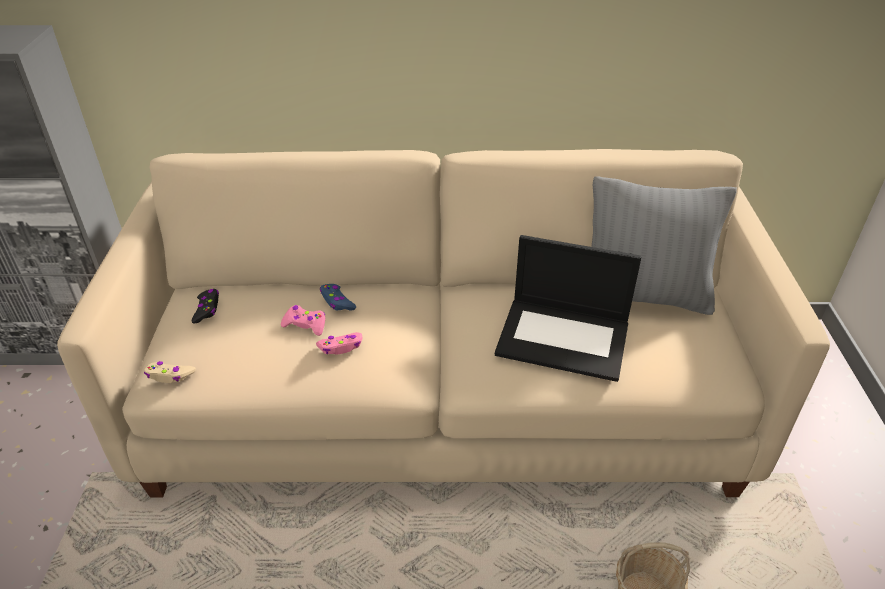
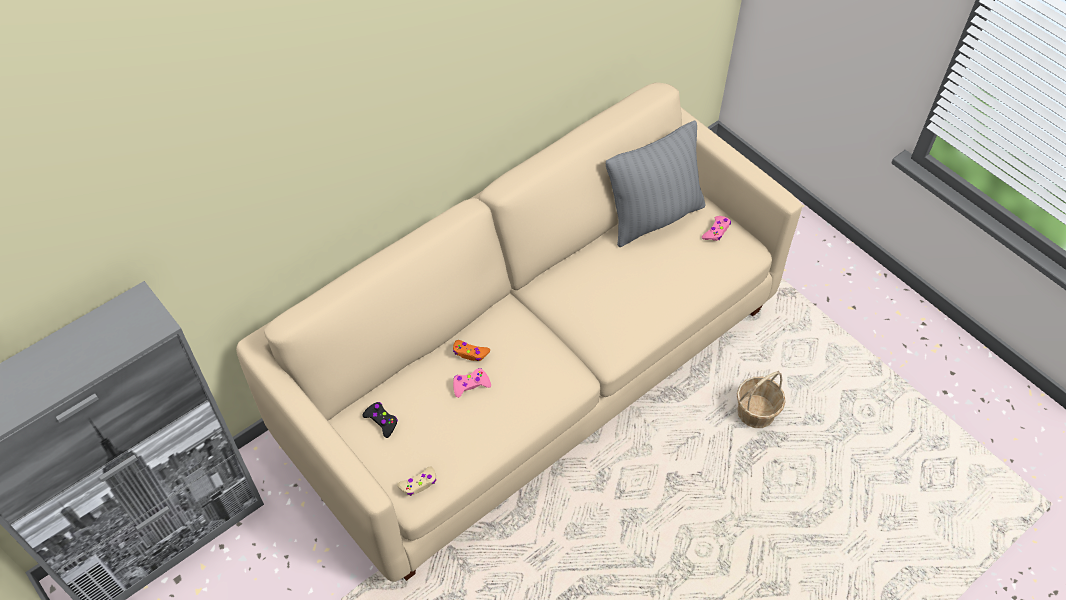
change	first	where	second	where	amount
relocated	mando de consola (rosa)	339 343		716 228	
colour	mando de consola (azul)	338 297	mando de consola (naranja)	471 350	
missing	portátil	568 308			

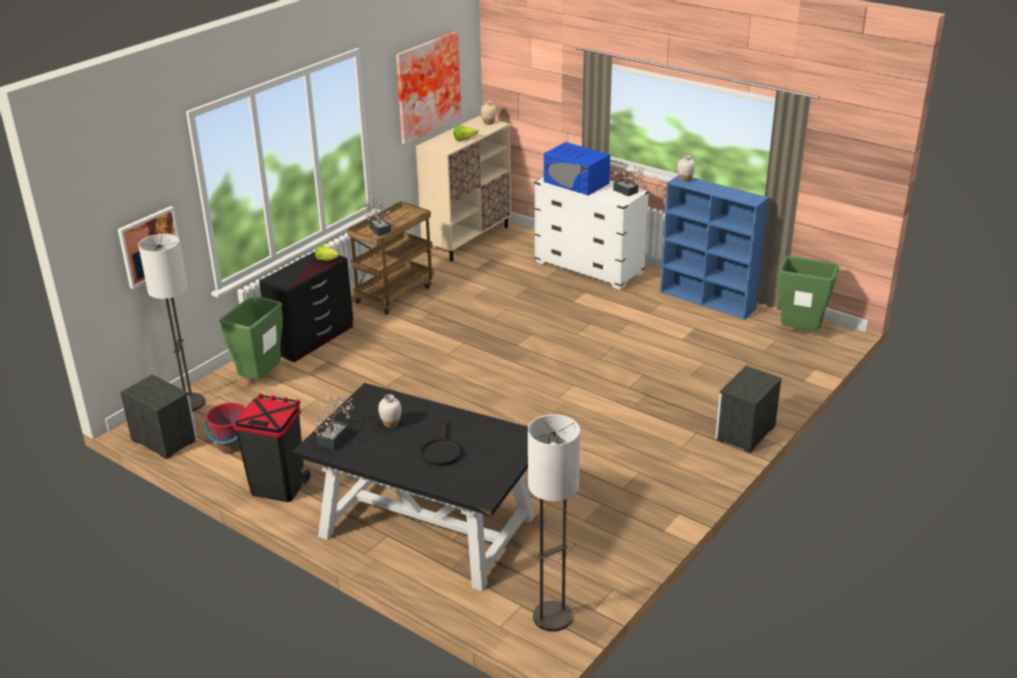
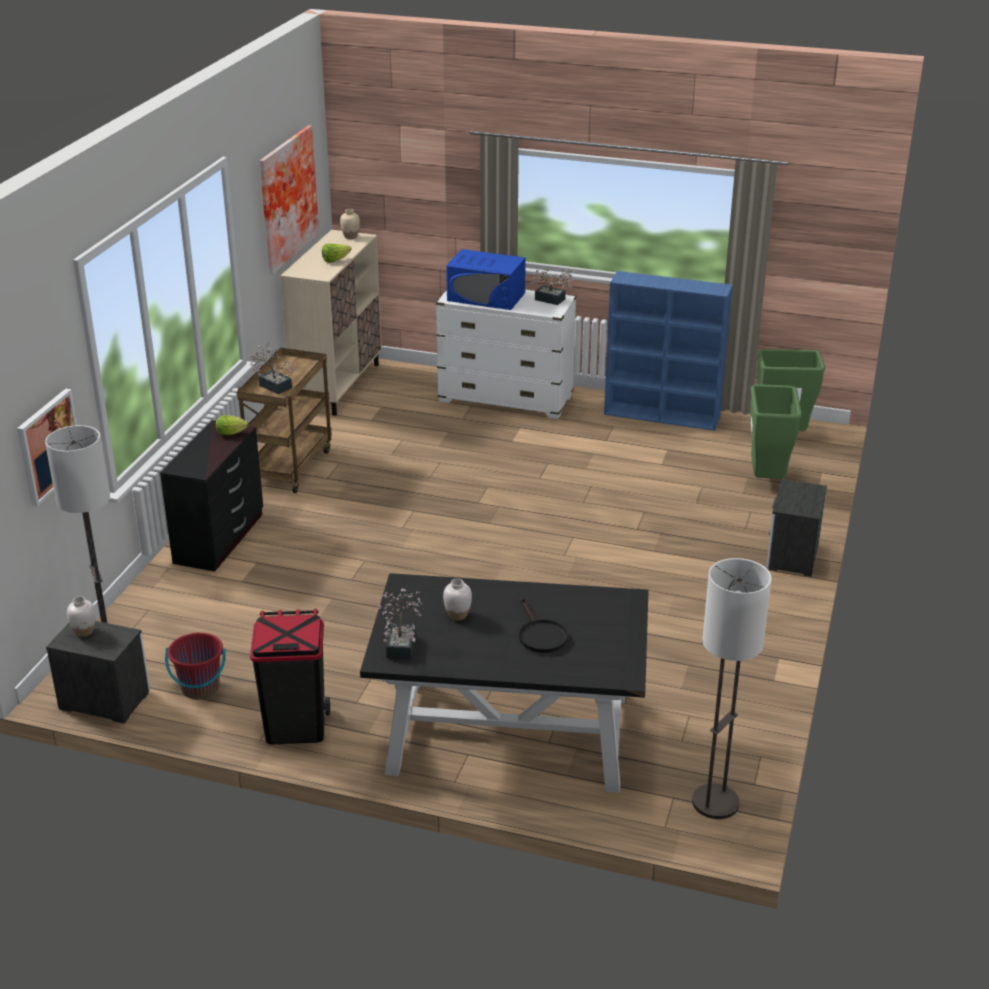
change	first	where	second	where	amount
relocated	papelera (verde)	251 338		776 431	
relocated	florero (blanco)	686 168		81 616	

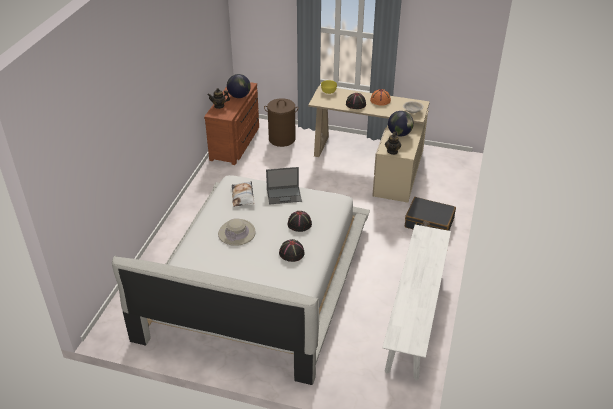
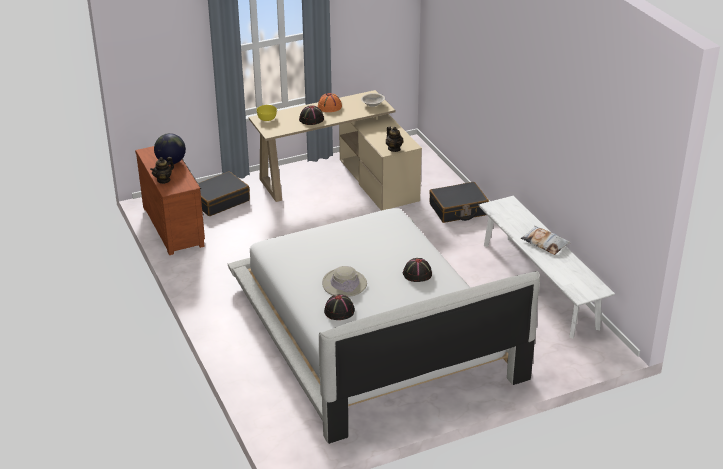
change	first	where	second	where	amount
relocated	cojín	243 194		546 240	
exchanged	cesto de la ropa (marrón)	281 122	maleta (negro)	224 193	
missing	portátil	284 185			
relocated	sombrero (negro)	300 221		339 307	
missing	globo terráqueo	401 124			

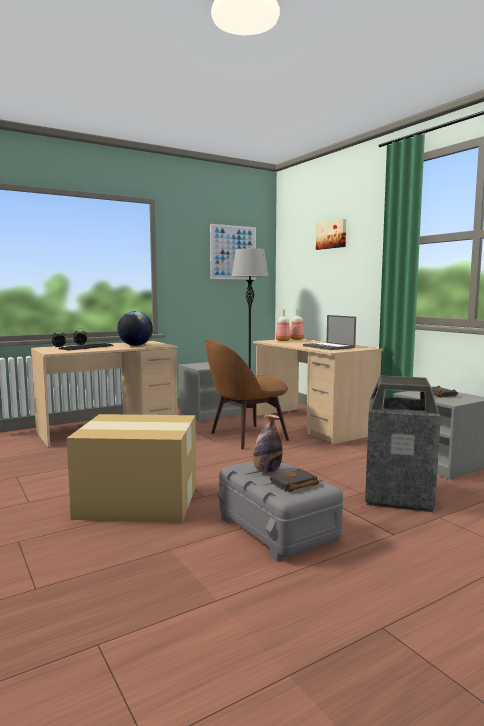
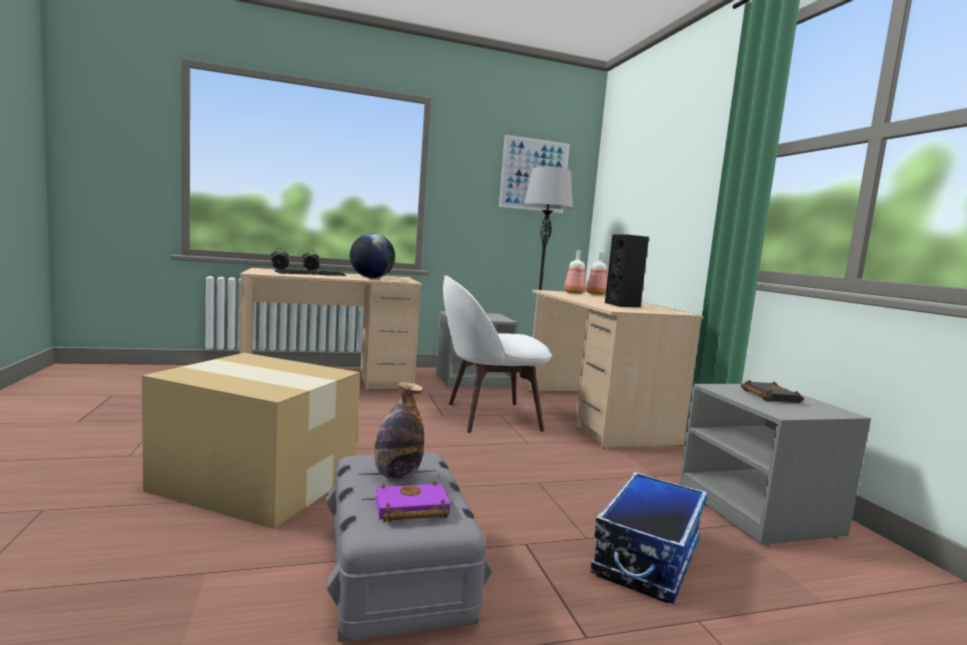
change	first	where	second	where	amount
colour	silla (marrón)	247 394	silla (blanco)	497 354	
colour	libro (negro)	294 480	libro (morado)	412 501	
exchanged	portátil	329 332	altavoz (negro)	627 270	
missing	cuadro	331 234			
exchanged	papelera	403 444	caja de almacenaje	648 538	

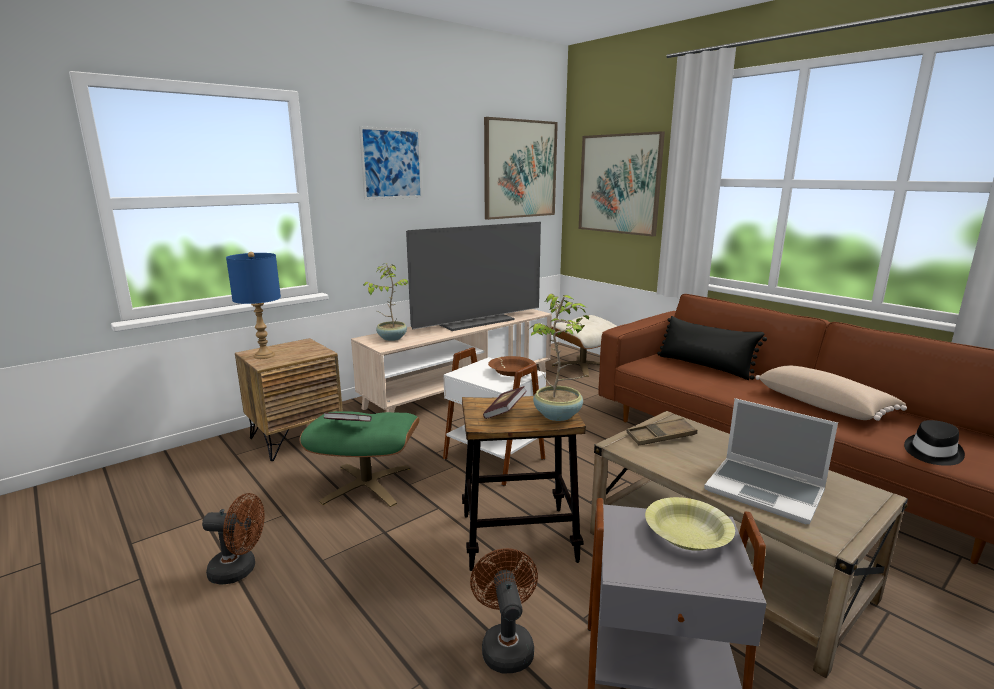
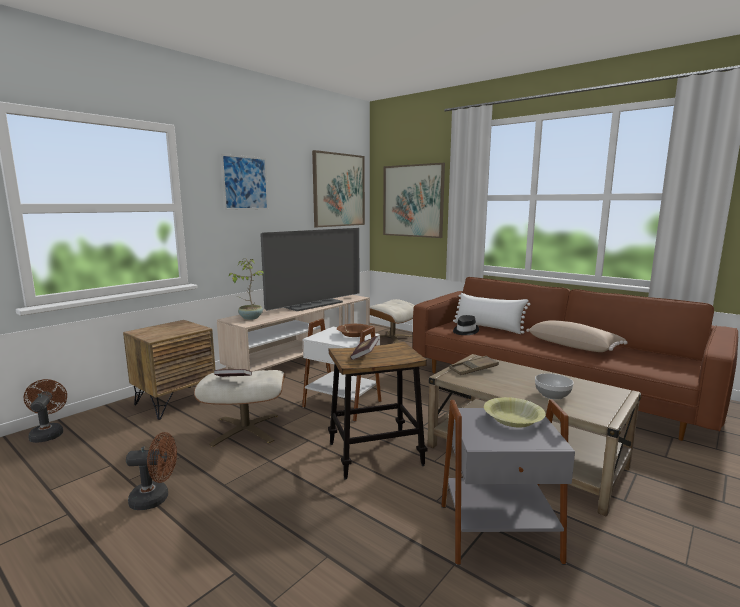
change	first	where	second	where	amount
missing	lámpara de mesa (azul)	253 305			
colour	puf (verde)	359 459	puf (beis)	240 408	
relocated	ventilador (marrón)	504 610		45 411	
missing	planta en maceta	560 357			
colour	cojín (negro)	712 348	cojín (blanco)	491 313	
exchanged	portátil	771 461	cuenco	554 386	
relocated	sombrero (negro)	934 443		466 325	

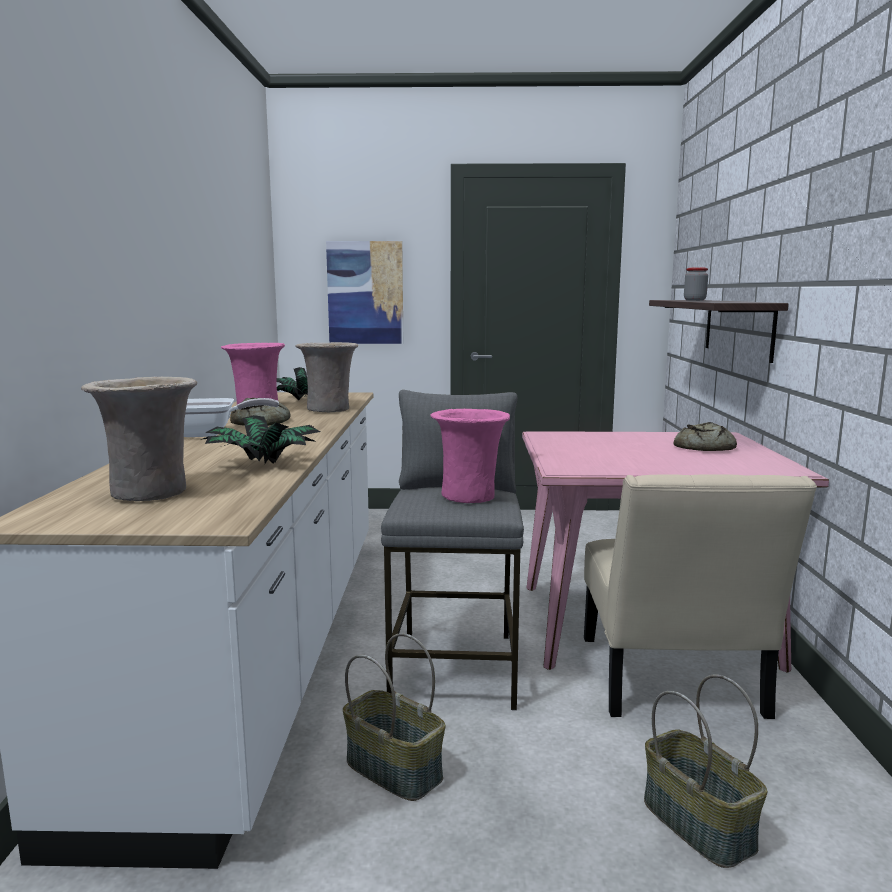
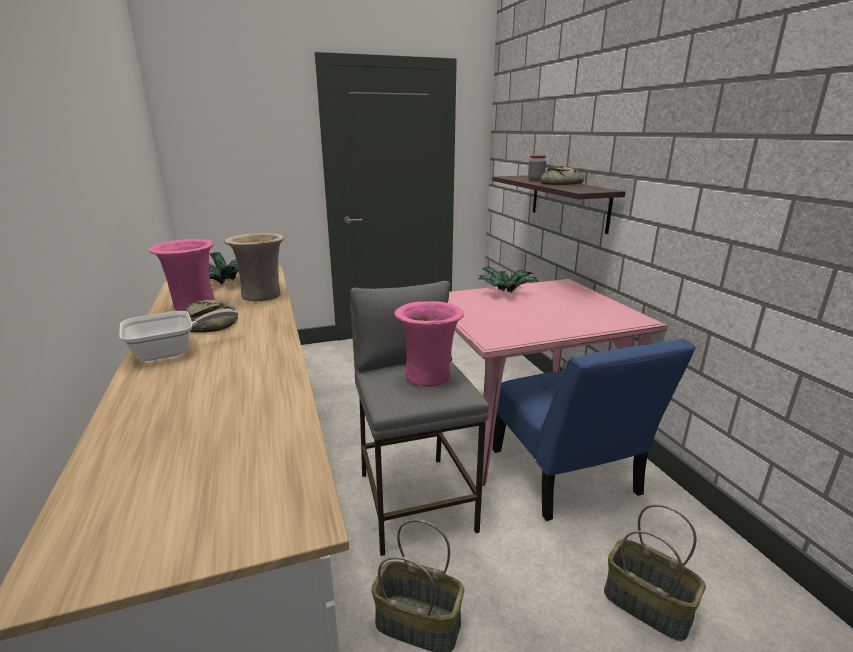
change	first	where	second	where	amount
missing	florero (beis)	139 439			
relocated	planta en maceta	260 439		509 280	
missing	cuadro	365 292			
colour	silla (beis)	700 596	silla (azul)	594 430	
relocated	pan	705 436		562 175	

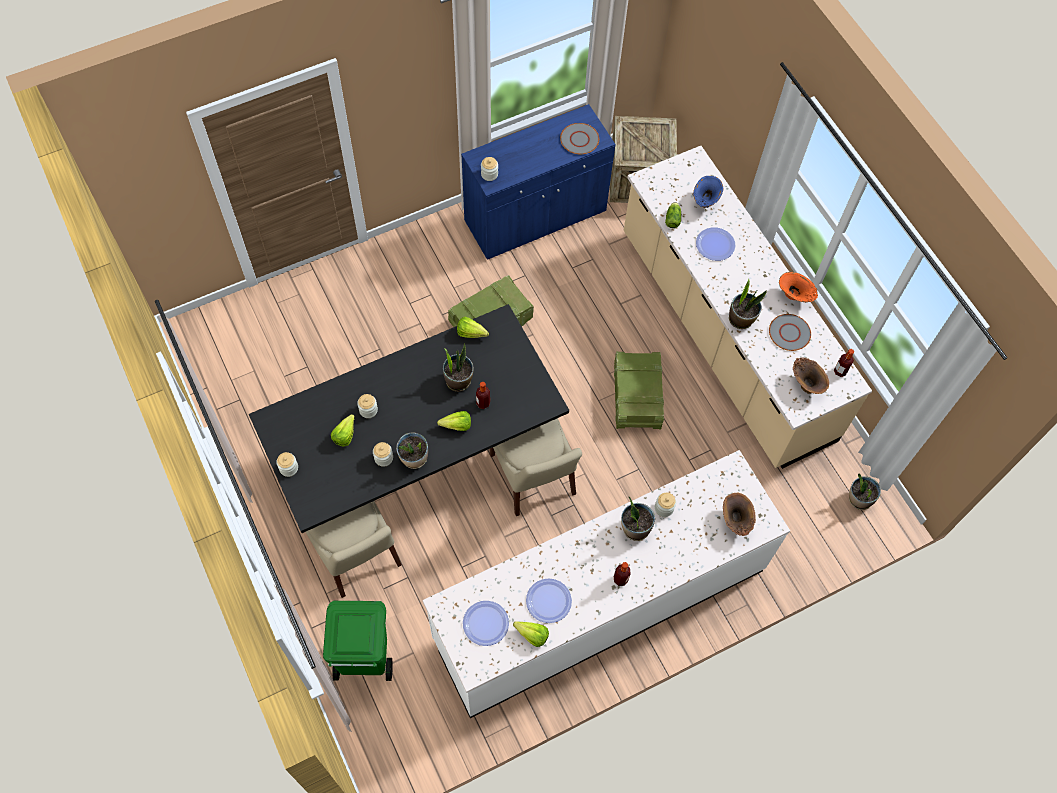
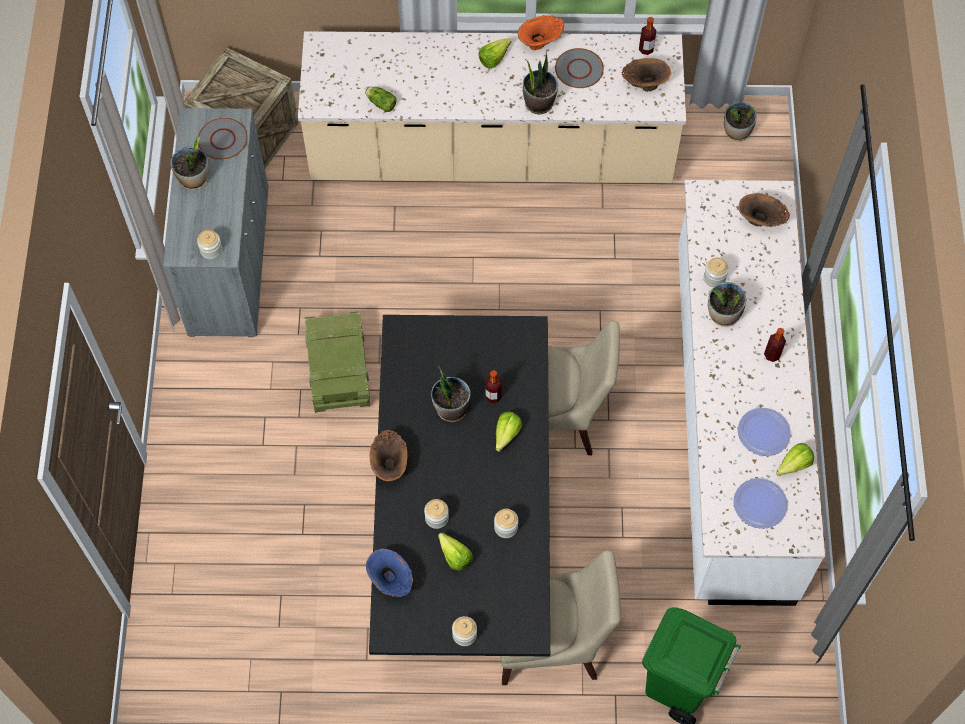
change	first	where	second	where	amount
relocated	planta en maceta	412 450		189 163	
relocated	lechuga	473 327		494 53	
colour	armario (azul)	538 182	armario (gris)	216 222	
missing	caja de embalaje	639 390			
relocated	florero (azul)	708 192		389 573	
missing	plato	715 244			
appeared			florero (marrón)	389 455	

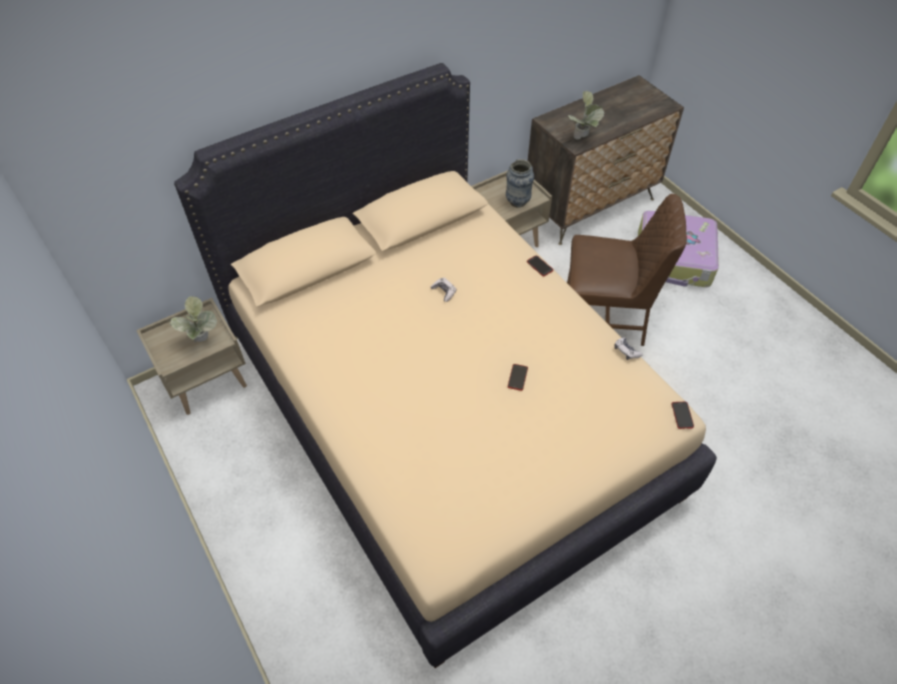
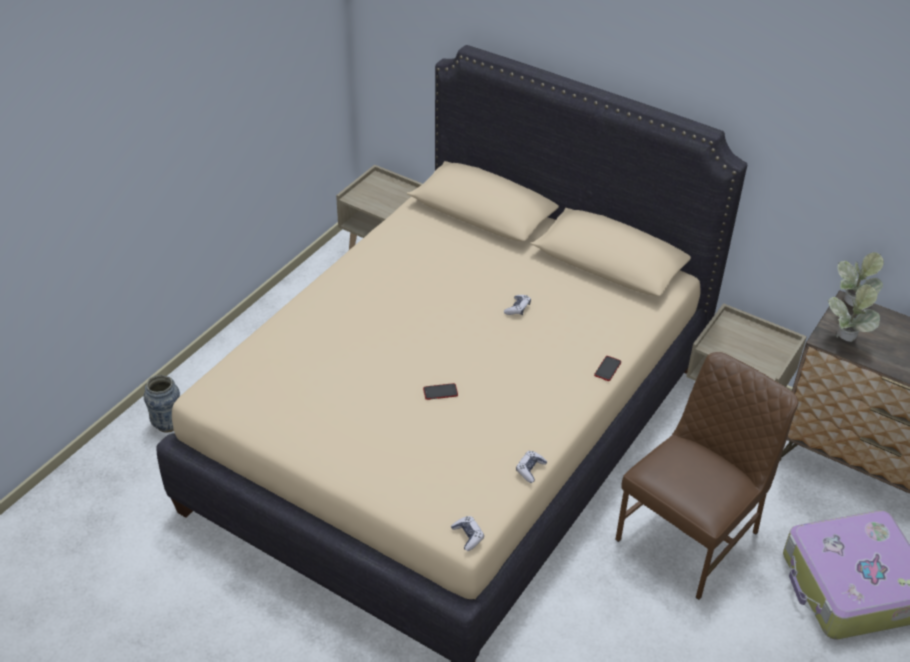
change	first	where	second	where	amount
relocated	planta en maceta	193 319		860 279	
relocated	florero	520 183		162 403	
spun	silla (marrón)	627 270		706 476	120 degrees counterclockwise
exchanged	móvil	682 415	mando de consola	467 533	

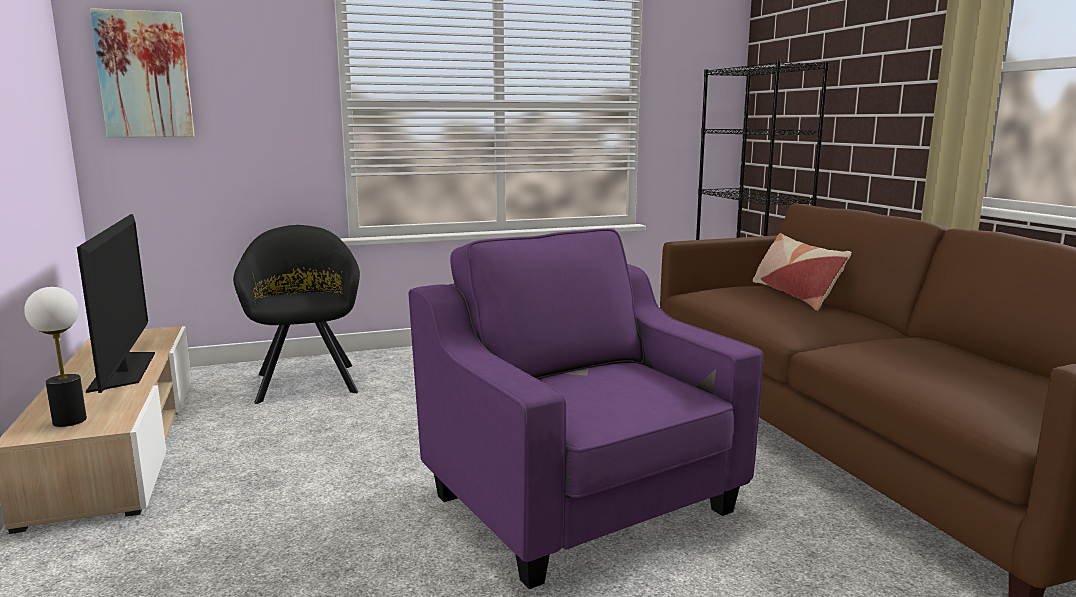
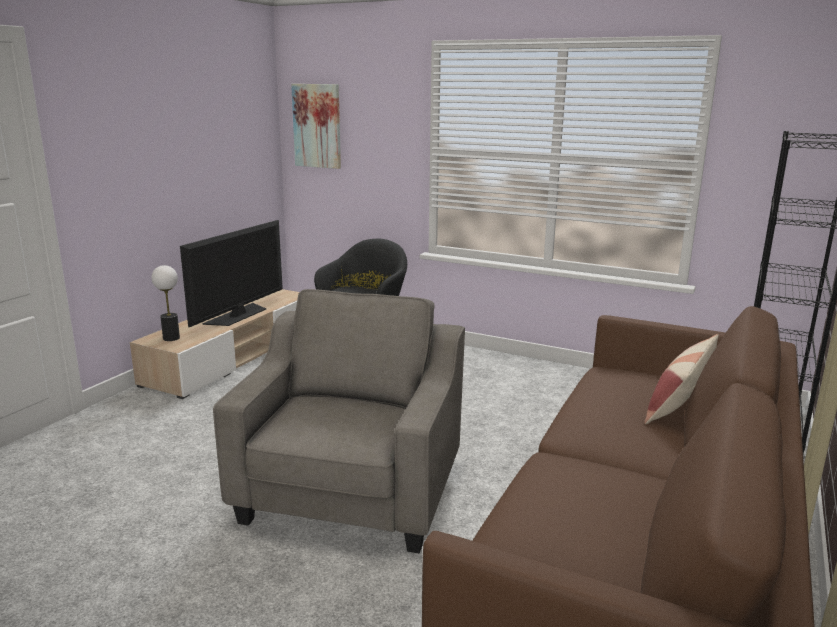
change	first	where	second	where	amount
colour	sillón (morado)	586 409	sillón (gris)	339 421	

